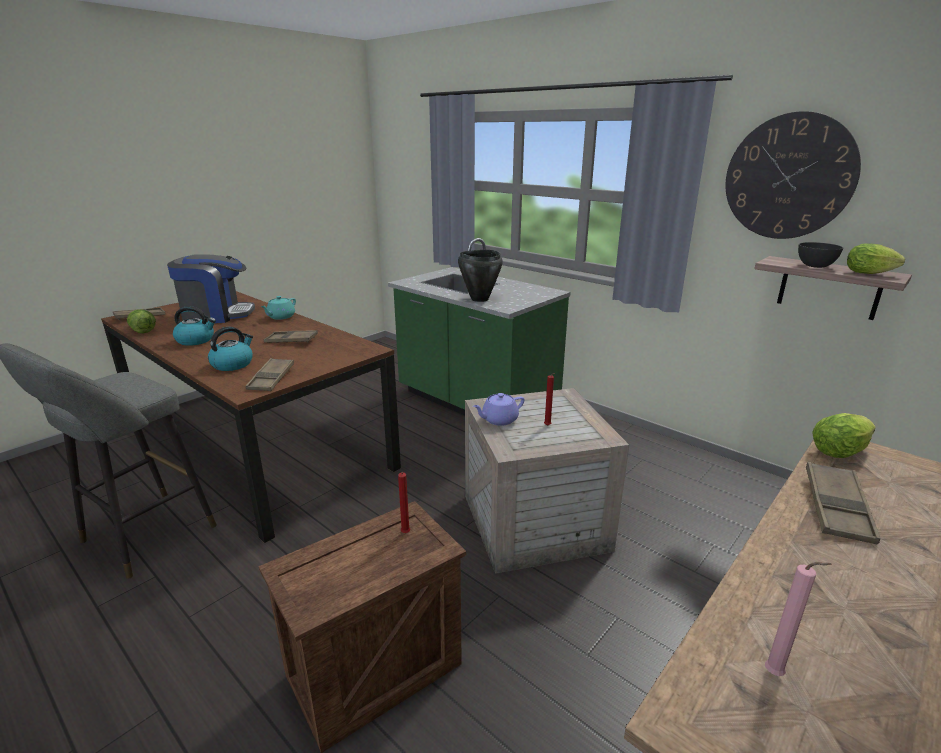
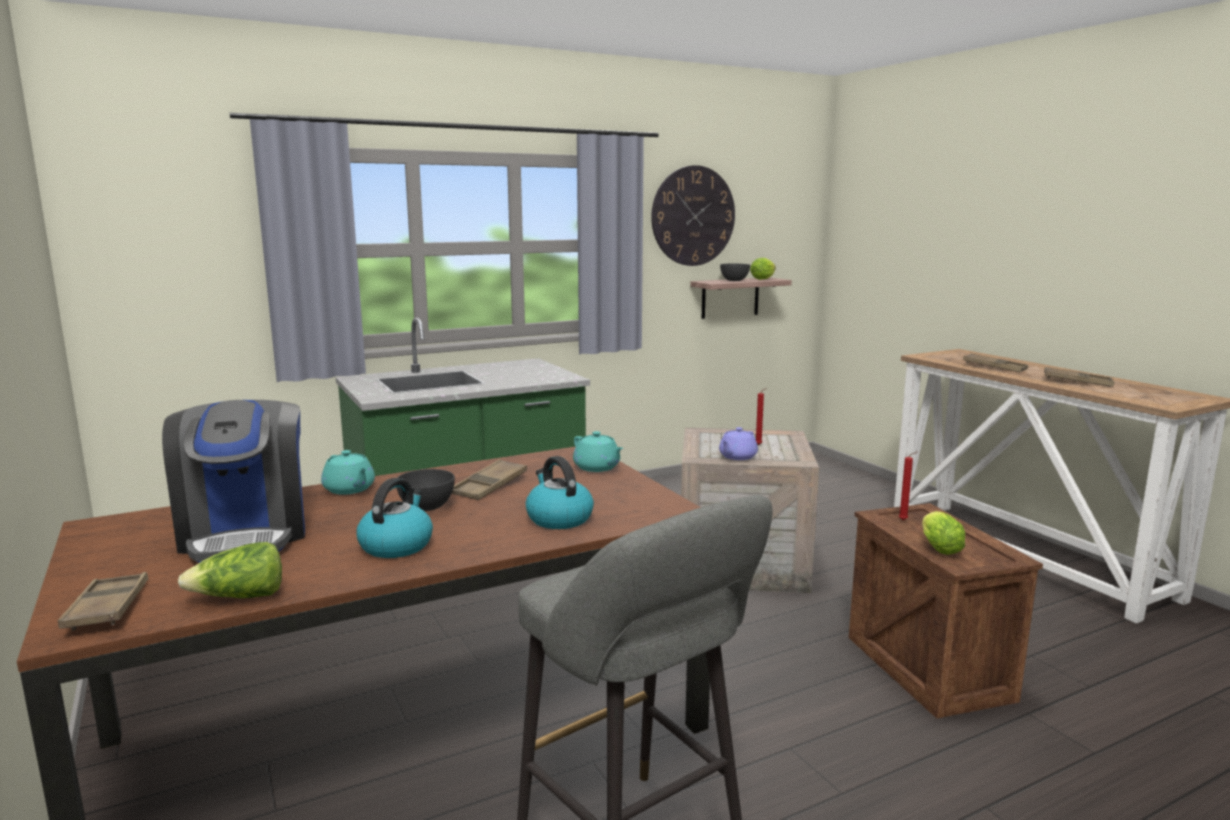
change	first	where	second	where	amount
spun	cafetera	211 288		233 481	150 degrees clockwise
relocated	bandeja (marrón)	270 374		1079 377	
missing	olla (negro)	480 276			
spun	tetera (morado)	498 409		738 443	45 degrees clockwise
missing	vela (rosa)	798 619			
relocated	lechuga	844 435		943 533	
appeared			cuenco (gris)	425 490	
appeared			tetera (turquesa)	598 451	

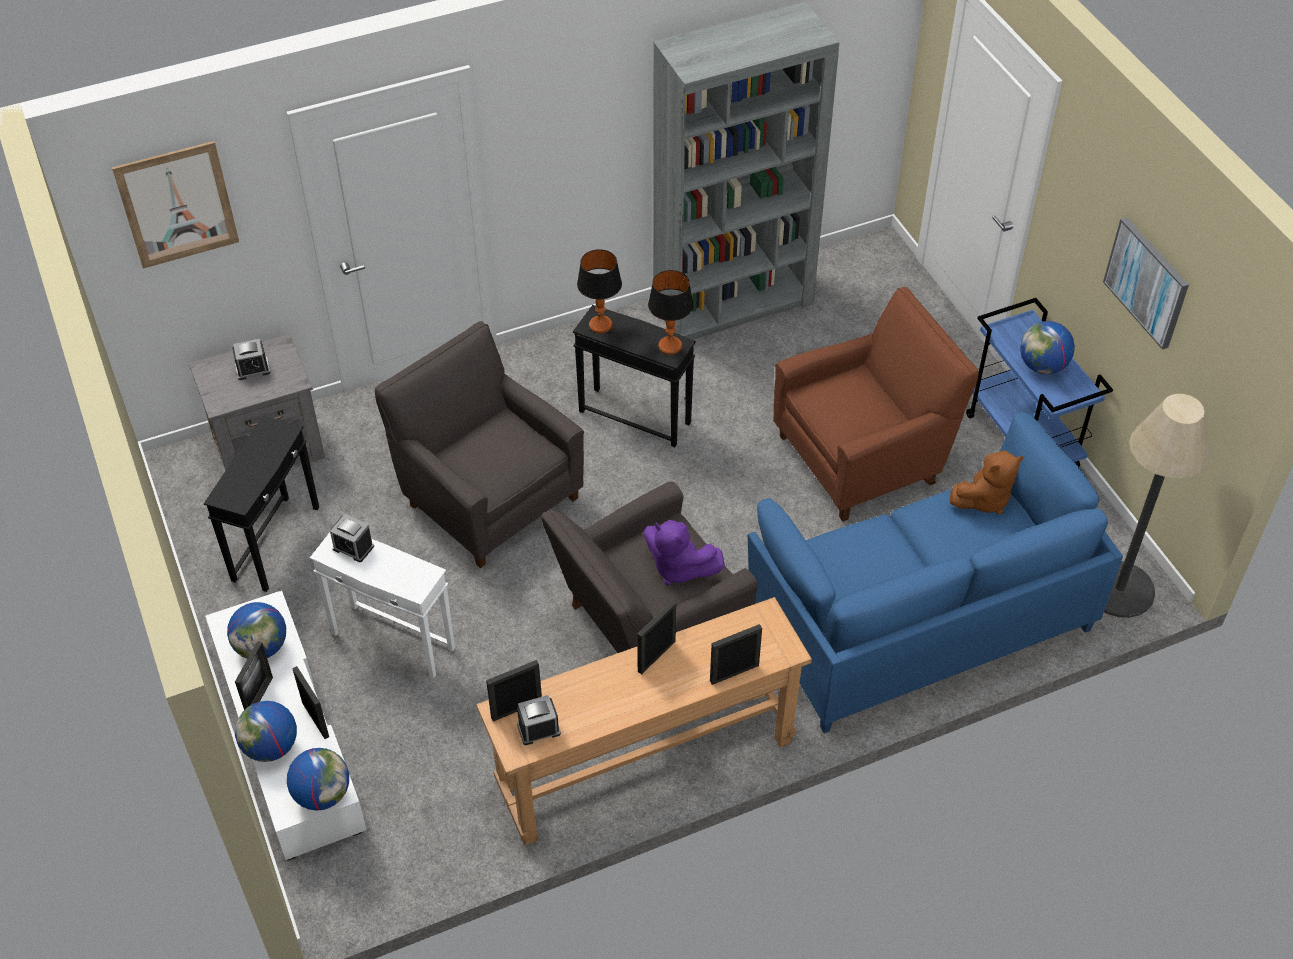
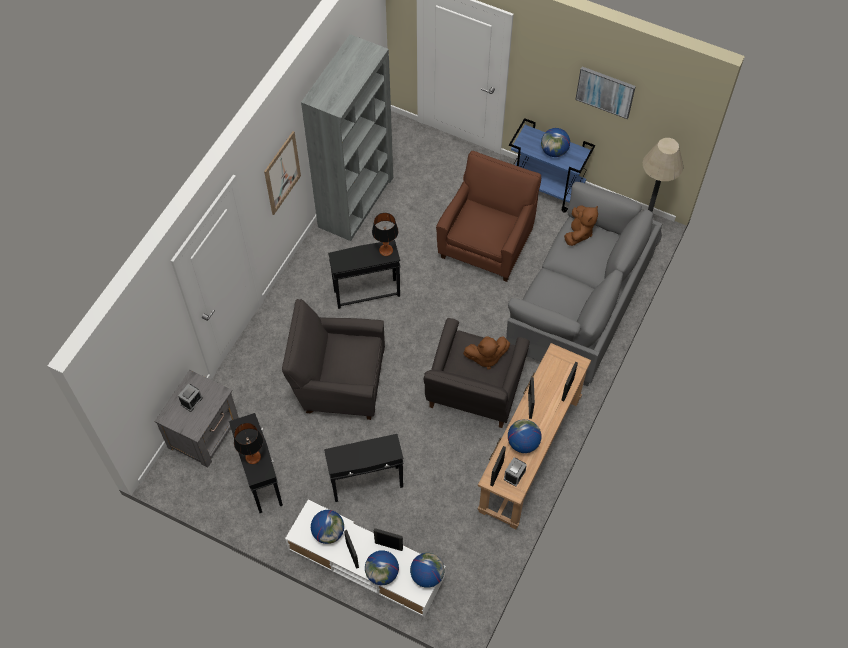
change	first	where	second	where	amount
relocated	cuadro	175 205		282 173	
colour	mesa auxiliar (blanco)	382 605	mesa auxiliar (negro)	364 468	
missing	despertador	352 538			
relocated	lámpara de mesa	599 291		248 443	
colour	peluche (morado)	684 552	peluche (marrón)	486 352	
colour	sofá (azul)	935 572	sofá (gris)	584 284	
appeared			globo terráqueo	525 436	

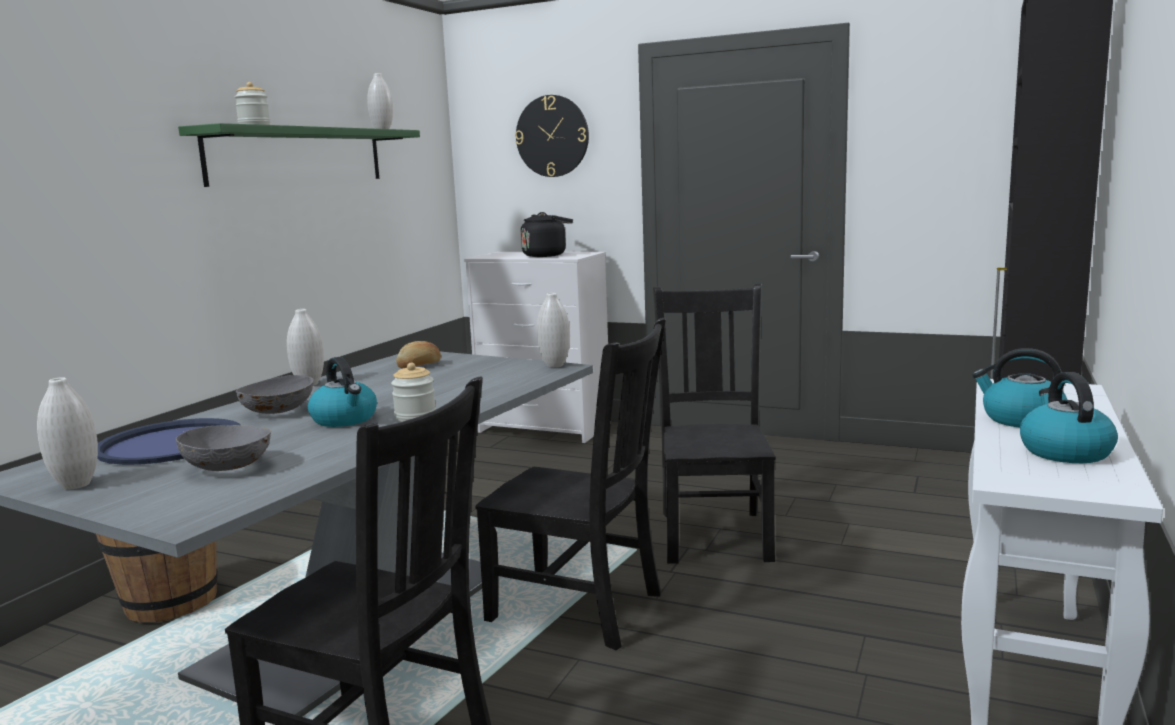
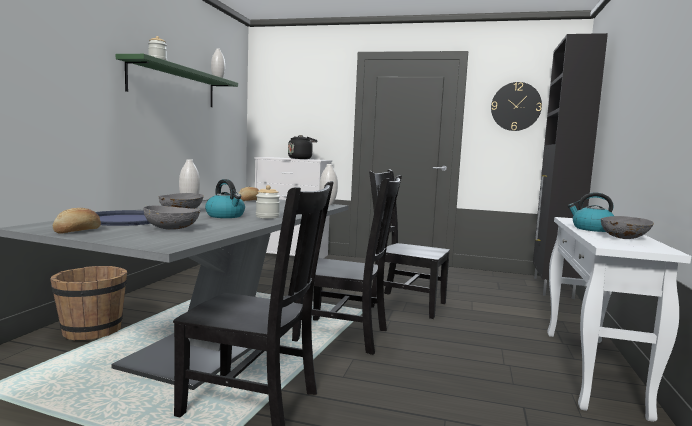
change	first	where	second	where	amount
exchanged	florero (blanco)	67 433	pan	77 221	
relocated	reloj de pared	552 136		516 106	
spun	silla (negro)	714 423		409 244	60 degrees counterclockwise
exchanged	hervidor	1069 417	cuenco (gris)	627 227	

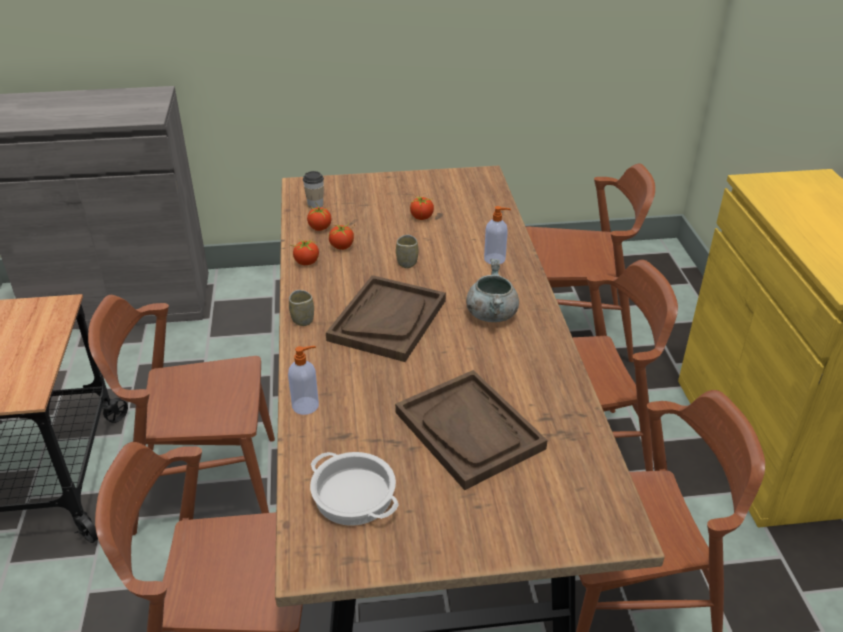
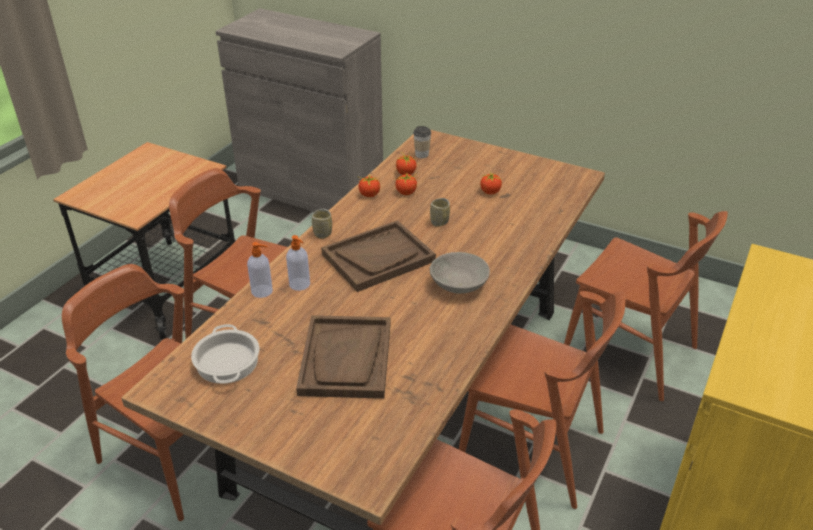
change	first	where	second	where	amount
exchanged	olla (gris)	492 290	cuenco (gris)	460 273	
relocated	dispensador de jabón	497 235		298 263	

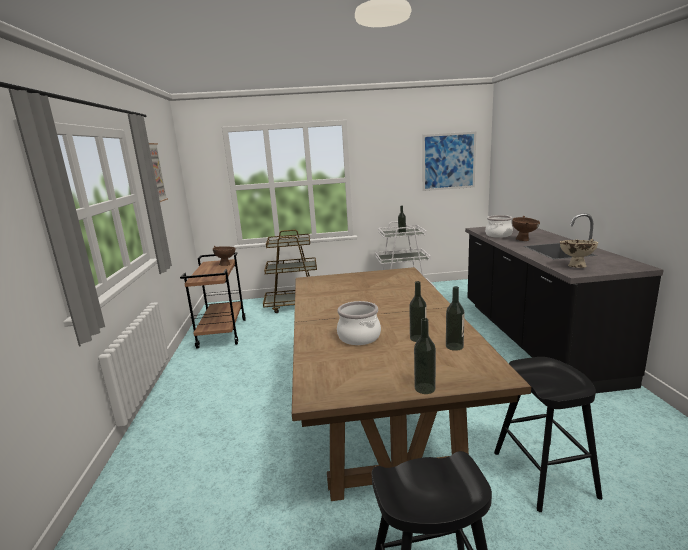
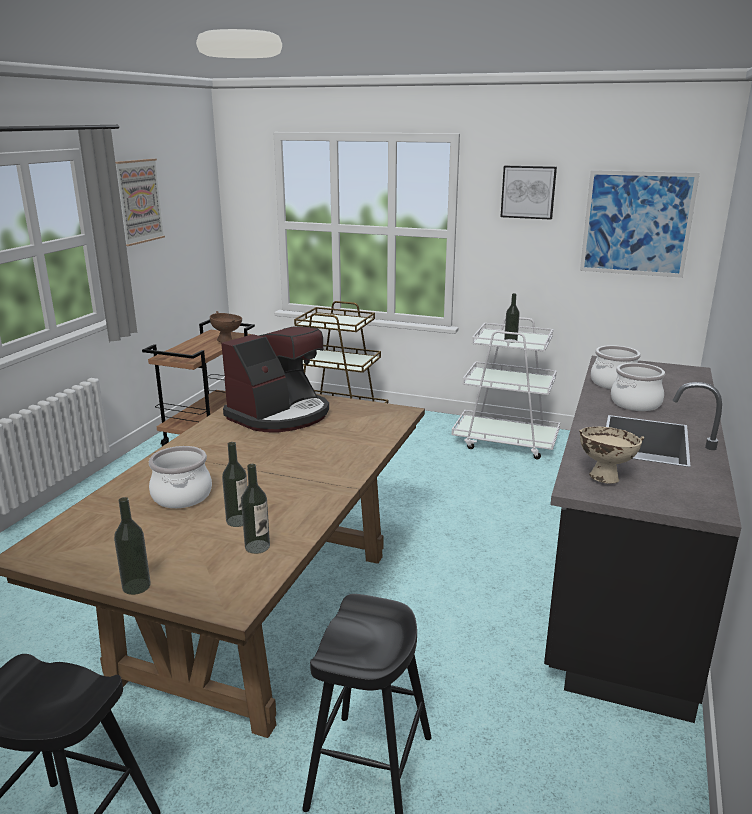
change	first	where	second	where	amount
exchanged	cuenco (marrón)	526 228	olla	638 387	
appeared			cafetera	275 379	
appeared			cuadro	529 193	

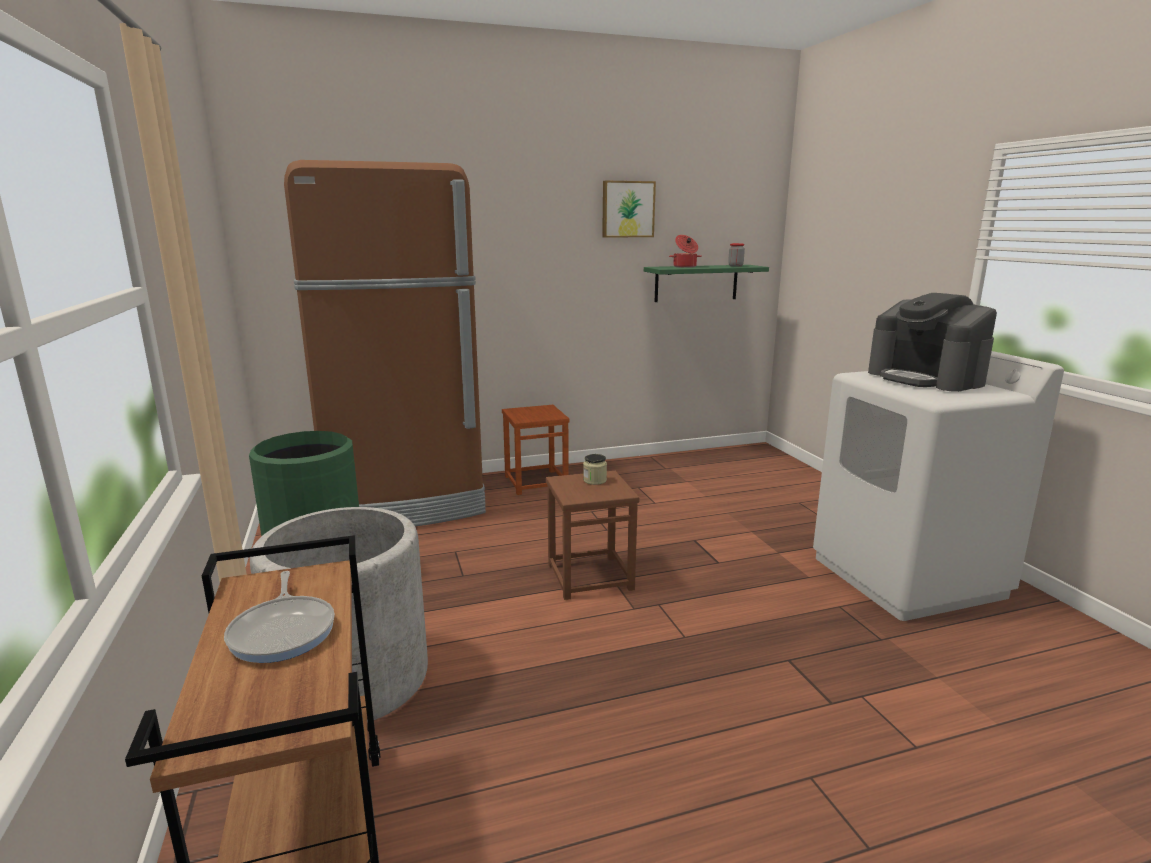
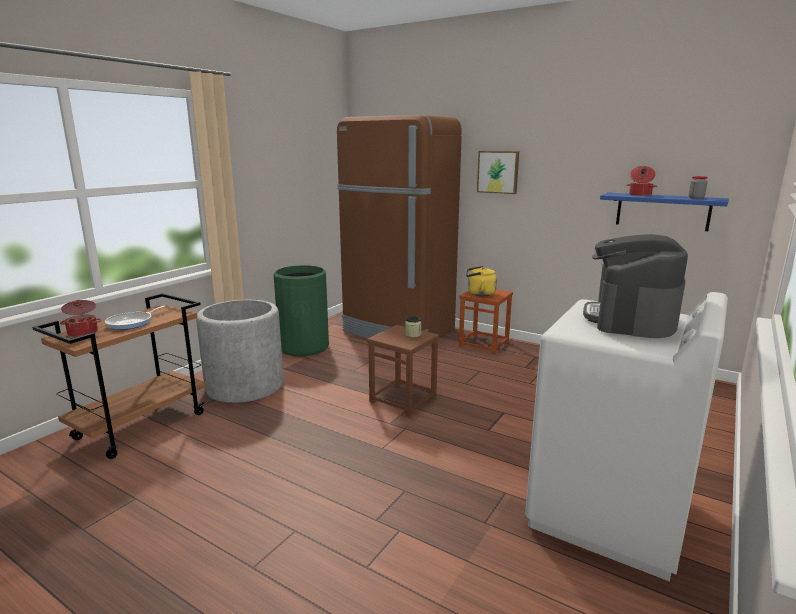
change	first	where	second	where	amount
relocated	cuadro	629 209		498 172	
colour	estante (verde)	706 283	estante (azul)	664 212	
appeared			olla	81 318	
appeared			hervidor (amarillo)	481 281	

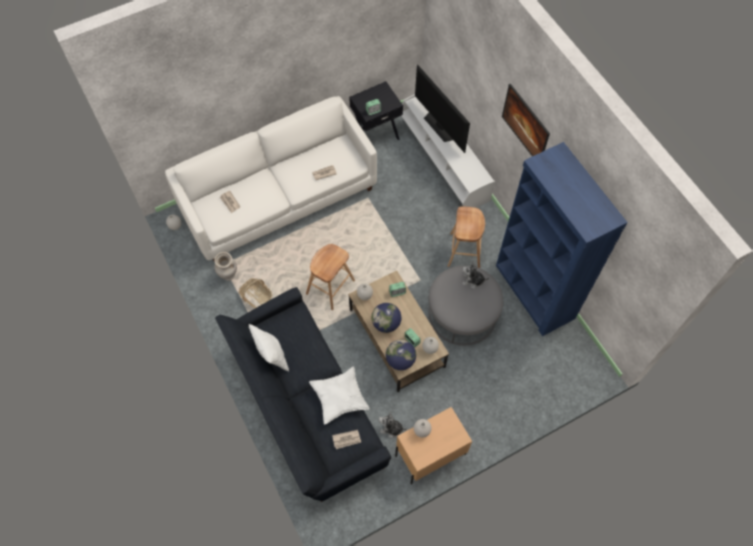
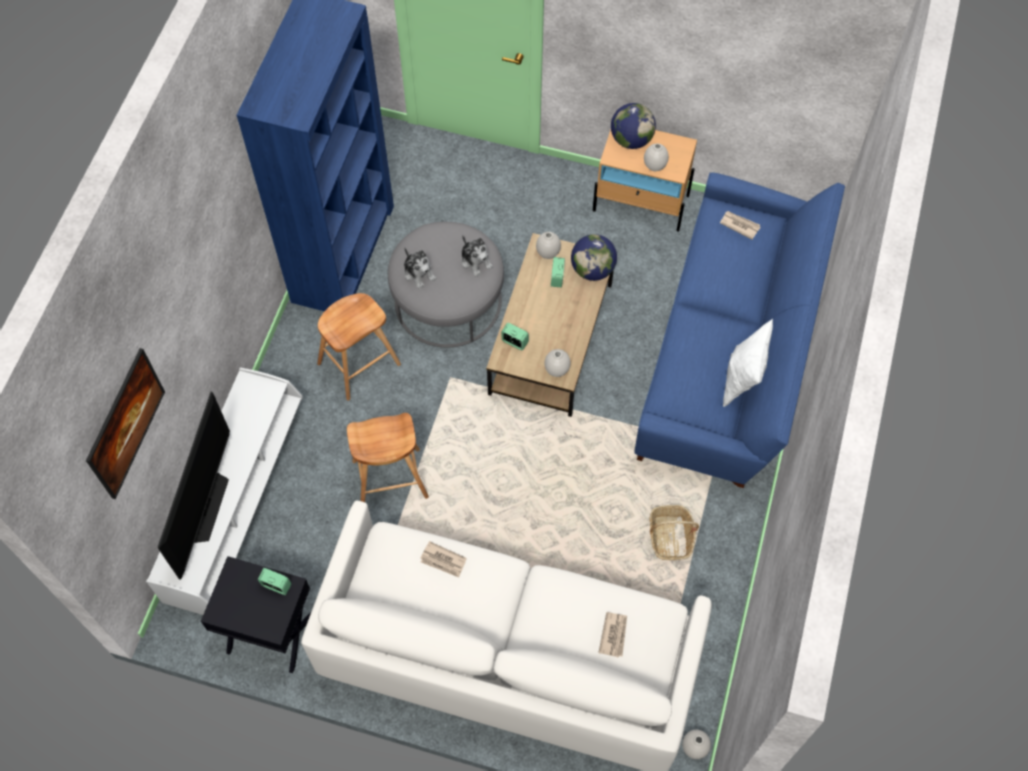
change	first	where	second	where	amount
missing	florero (beis)	225 266			
colour	sofá (negro)	303 394	sofá (azul)	739 330	
relocated	taburete (marrón)	330 277		388 457	
missing	cojín (blanco)	339 395			
relocated	globo terráqueo	386 318		633 126	
relocated	peluche	393 424		477 256	
relocated	cuadro	526 120		125 423	

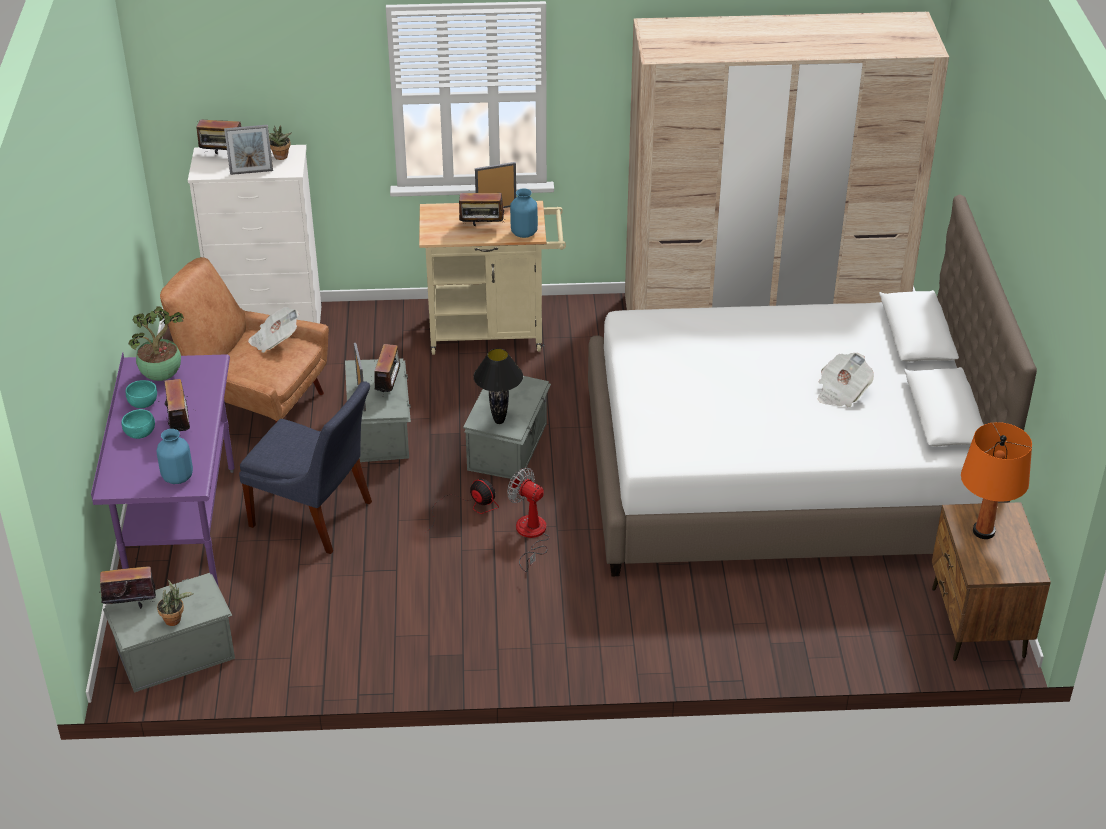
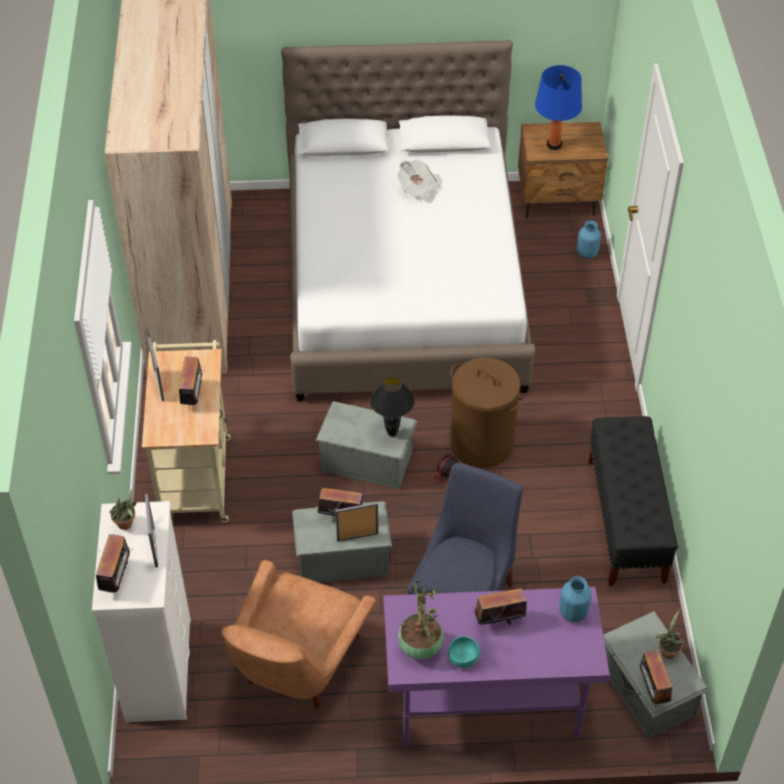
change	first	where	second	where	amount
missing	cuenco (turquesa)	138 424			
missing	periódico	273 330			
exchanged	ventilador	528 520	cesto de la ropa (marrón)	486 413	
relocated	florero (azul)	524 213		589 240	
colour	lámpara de mesa (naranja)	996 480	lámpara de mesa (azul)	558 107	
appeared			banco (negro)	633 501	

